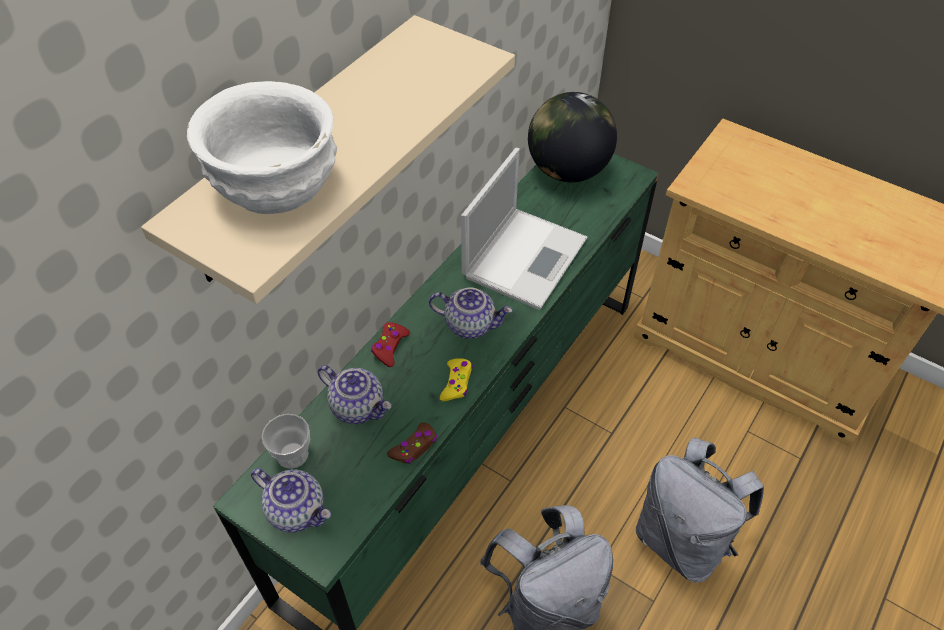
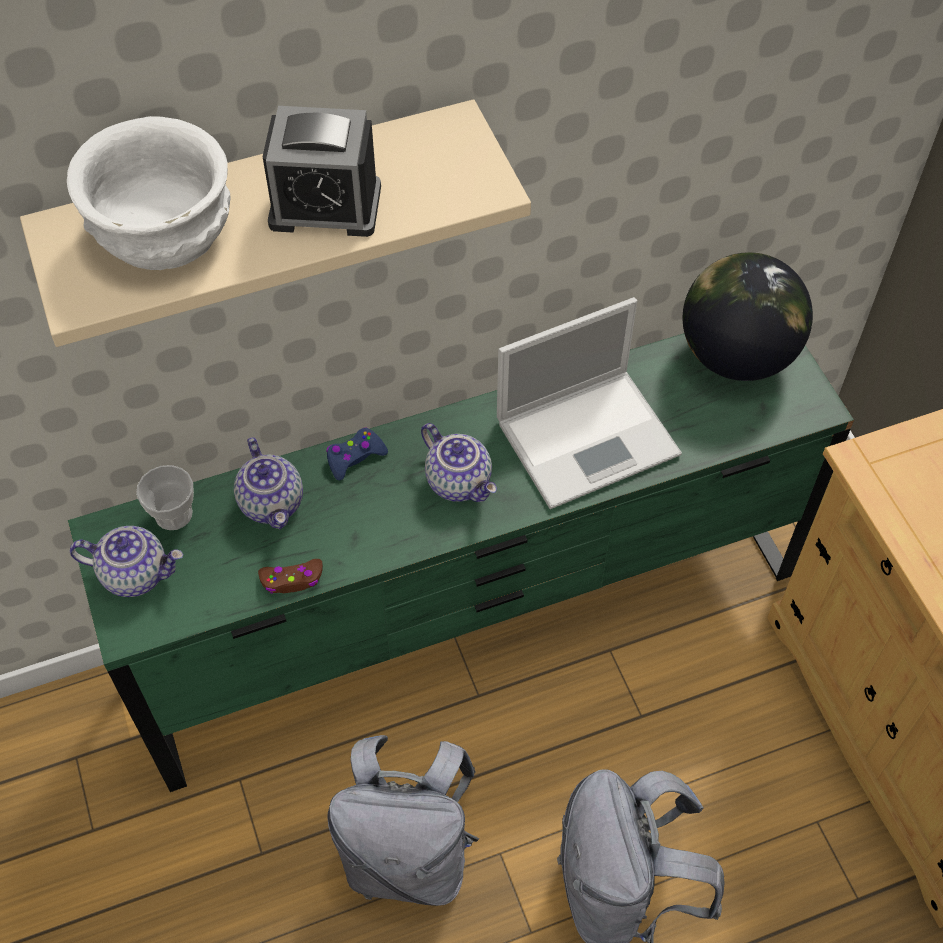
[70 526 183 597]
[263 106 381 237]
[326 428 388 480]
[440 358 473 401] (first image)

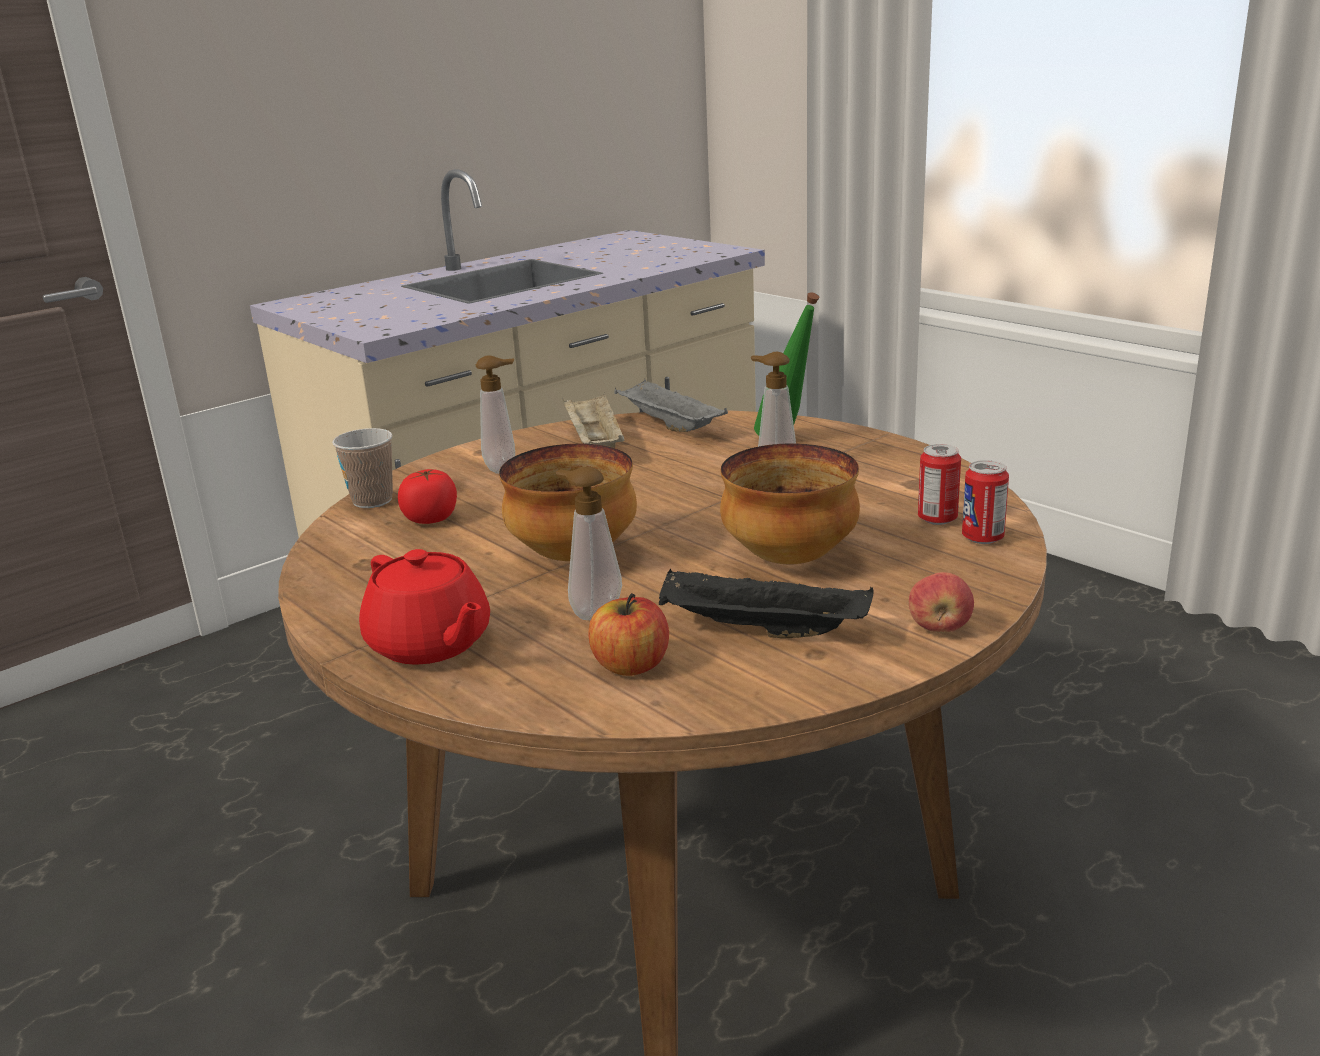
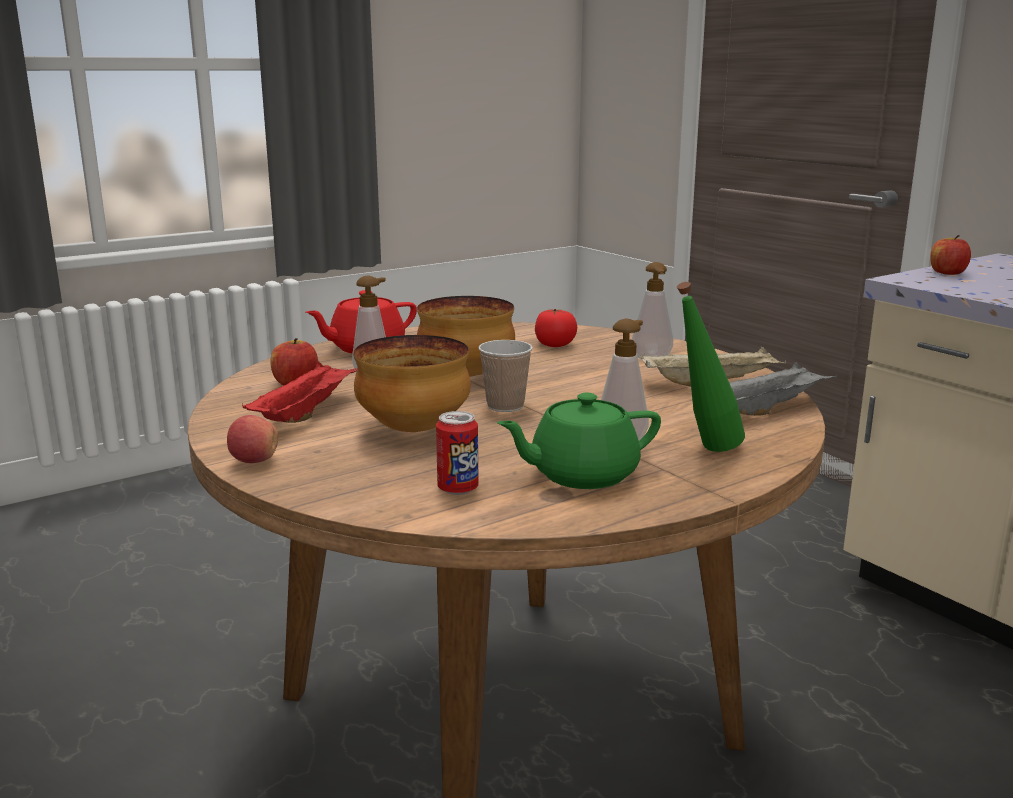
[242 361 358 423]
[478 340 533 412]
[497 393 661 489]
[930 235 971 275]
[962 460 1009 544] (first image)

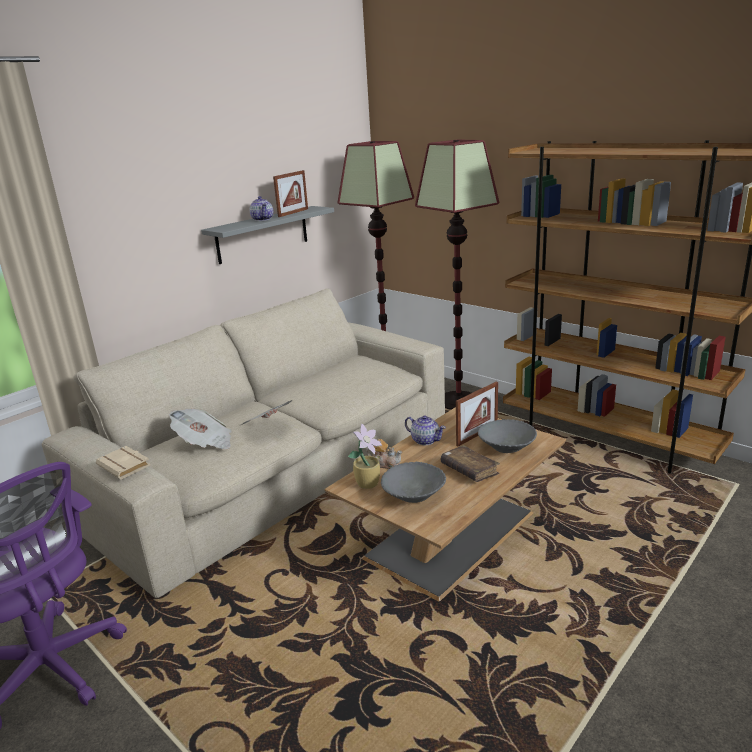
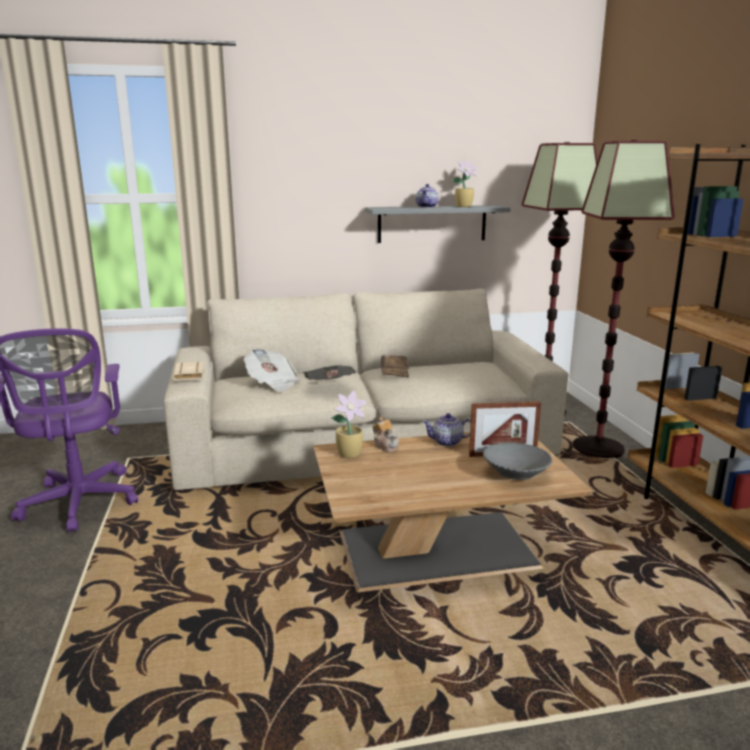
[381 355 410 378]
[422 413 471 446]
[452 160 477 207]
[381 462 446 503] (first image)

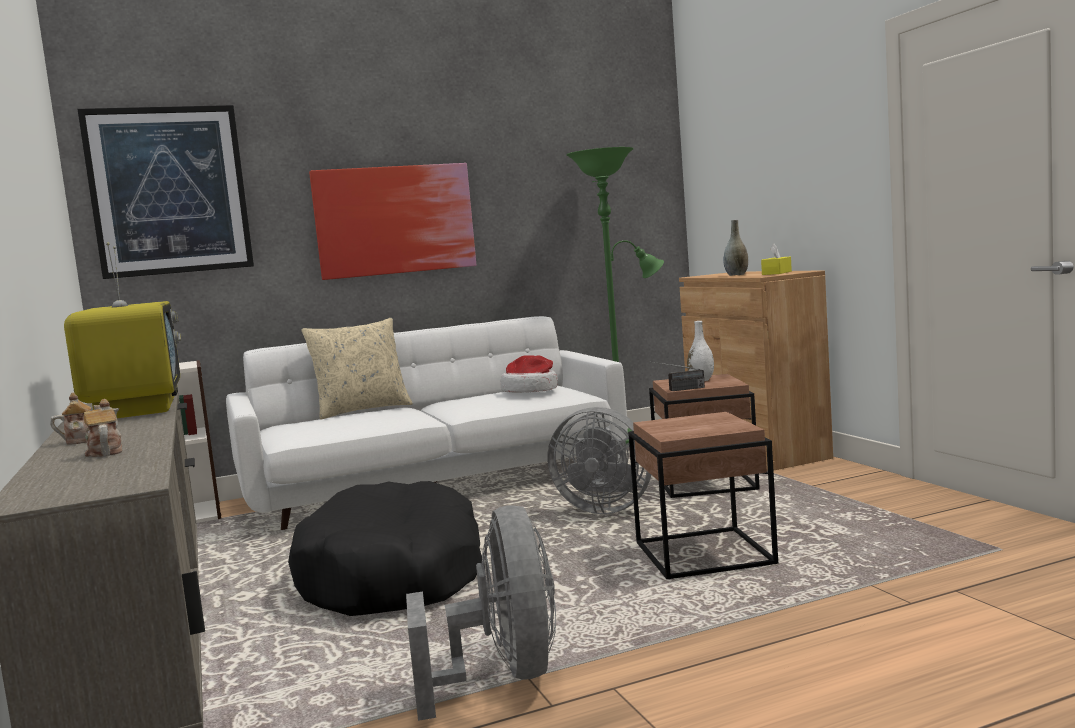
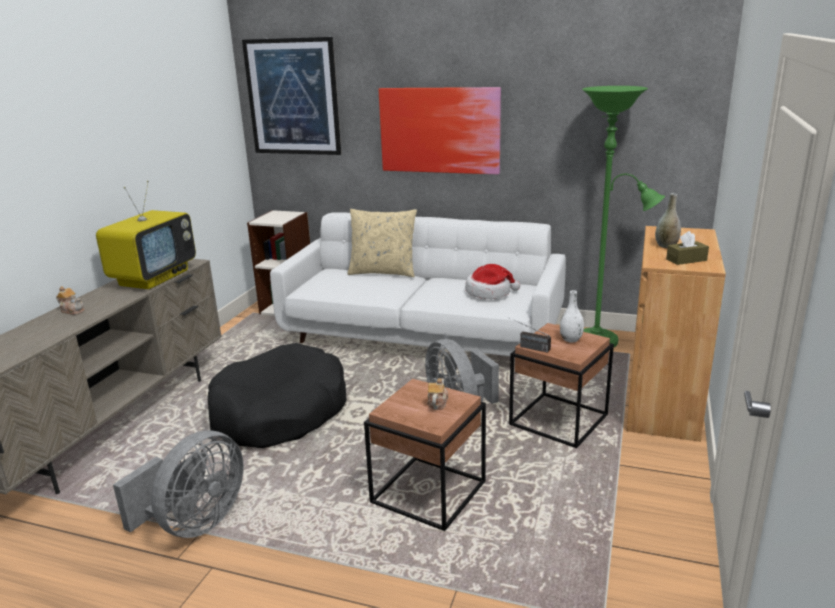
[427 378 448 410]
[666 231 709 265]

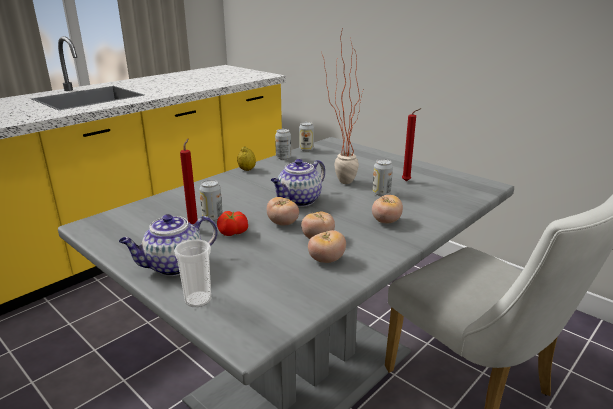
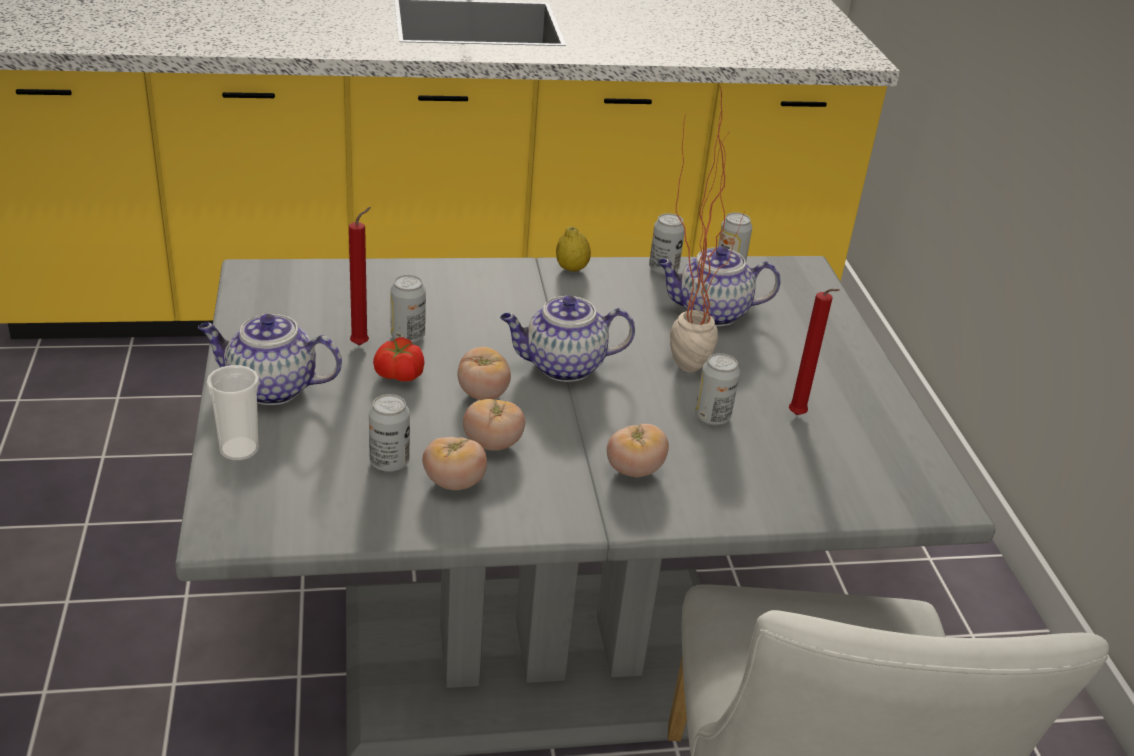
[369 394 410 472]
[657 246 781 326]

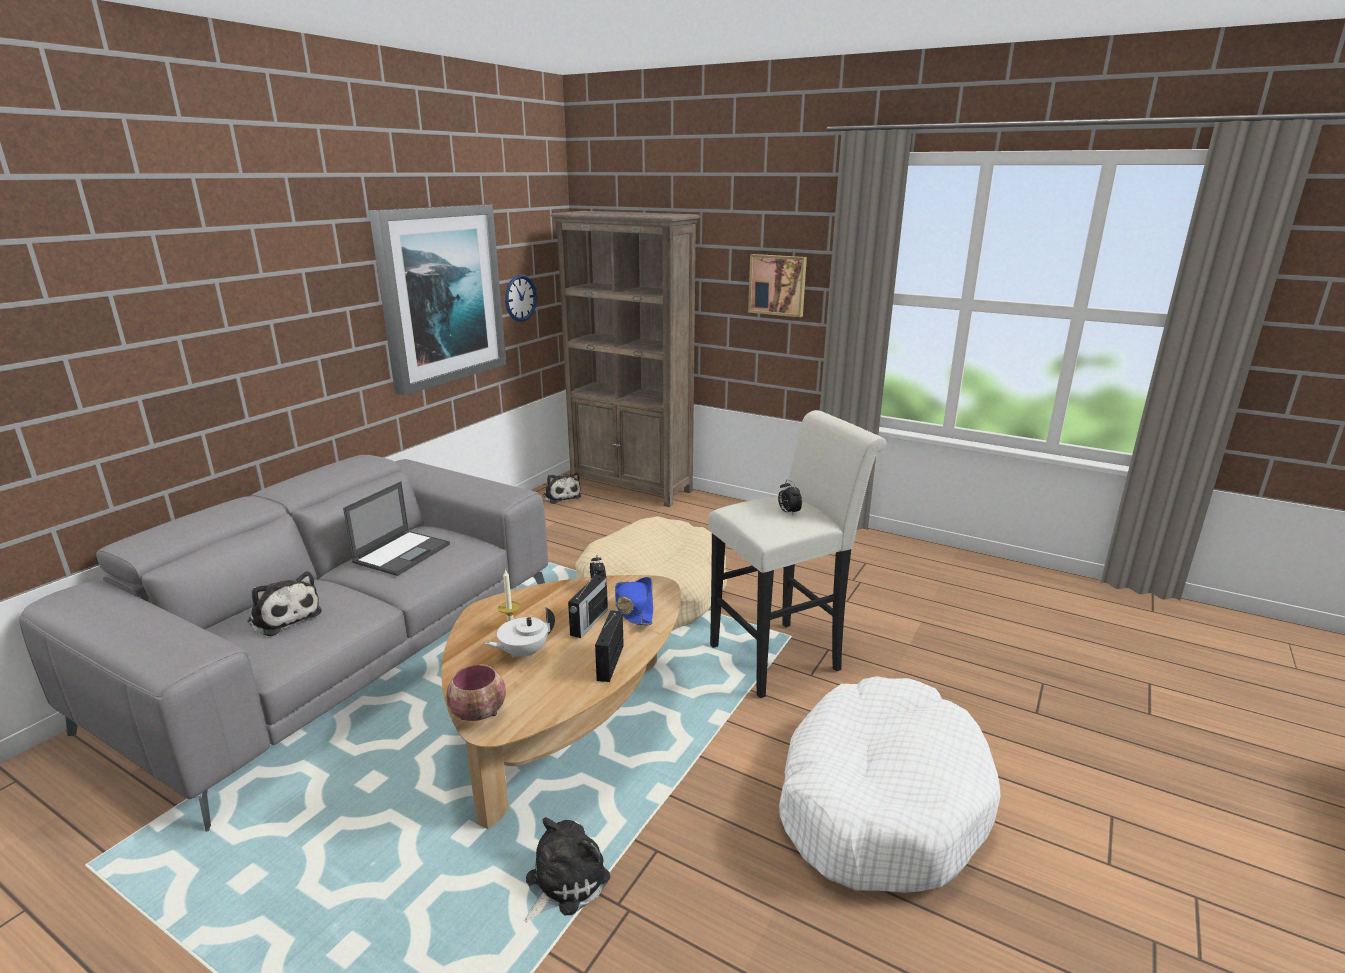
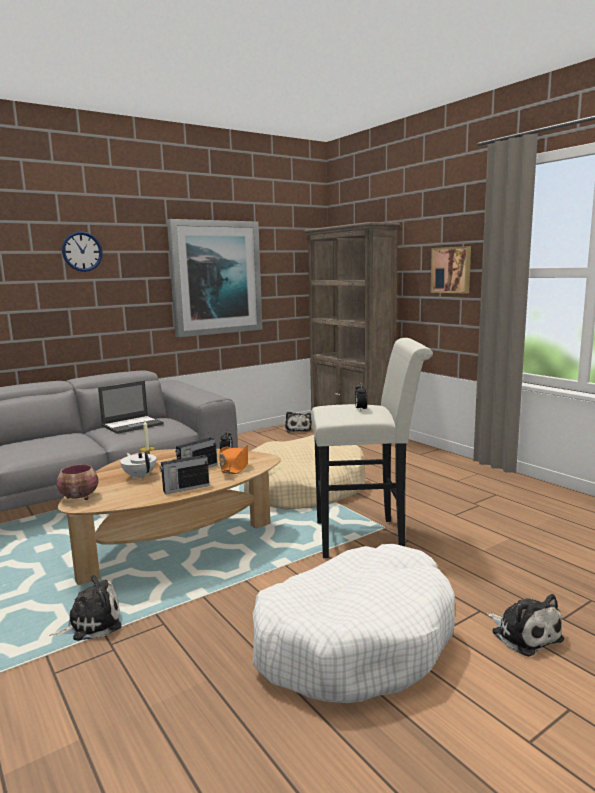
[62 231 103 272]
[120 452 156 479]
[160 449 209 494]
[219 445 248 474]
[487 594 564 657]

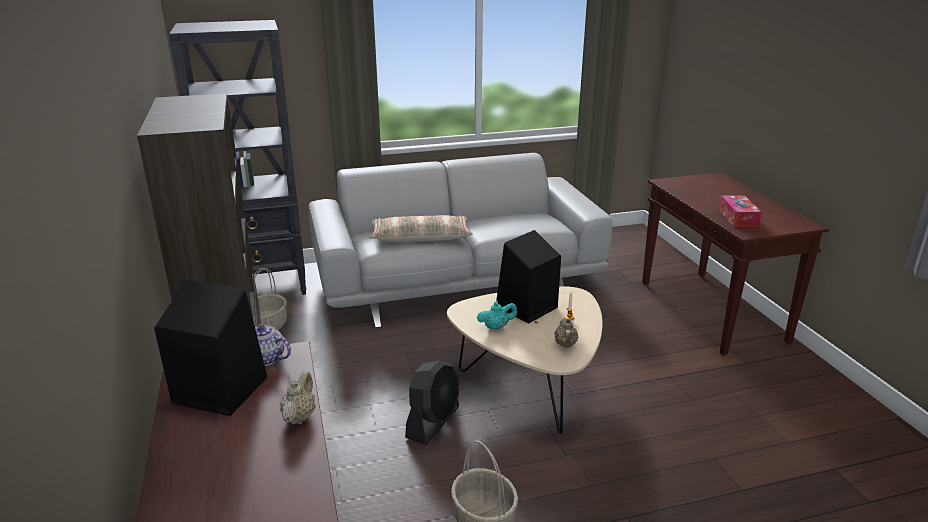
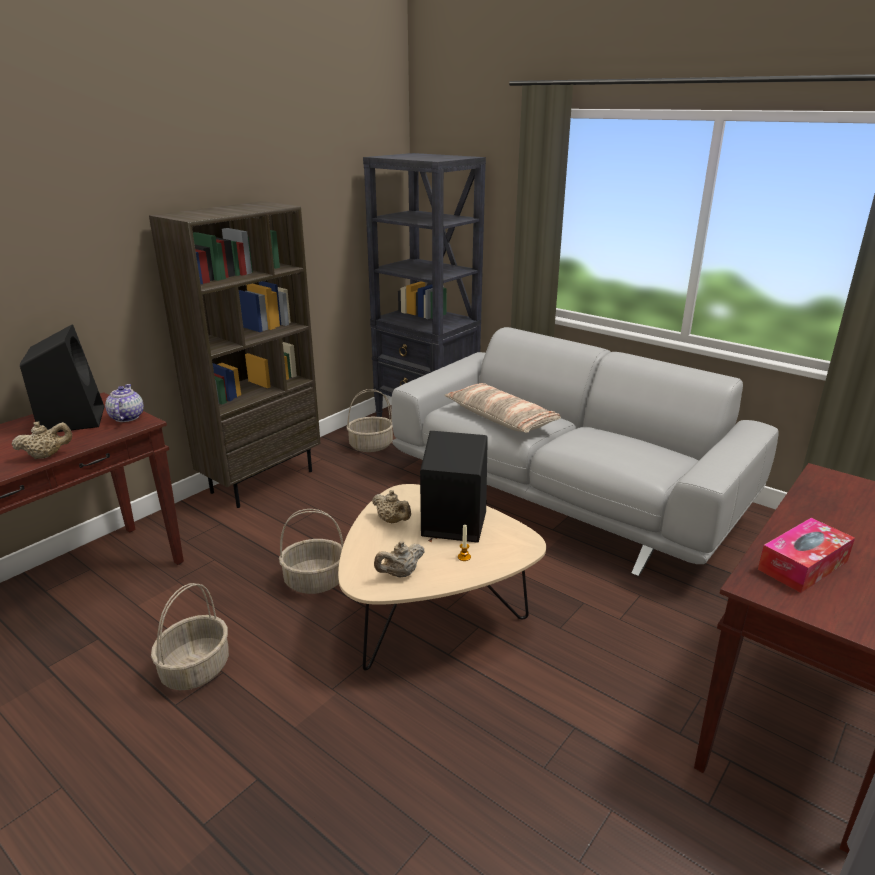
[279 509 343 594]
[372 490 411 523]

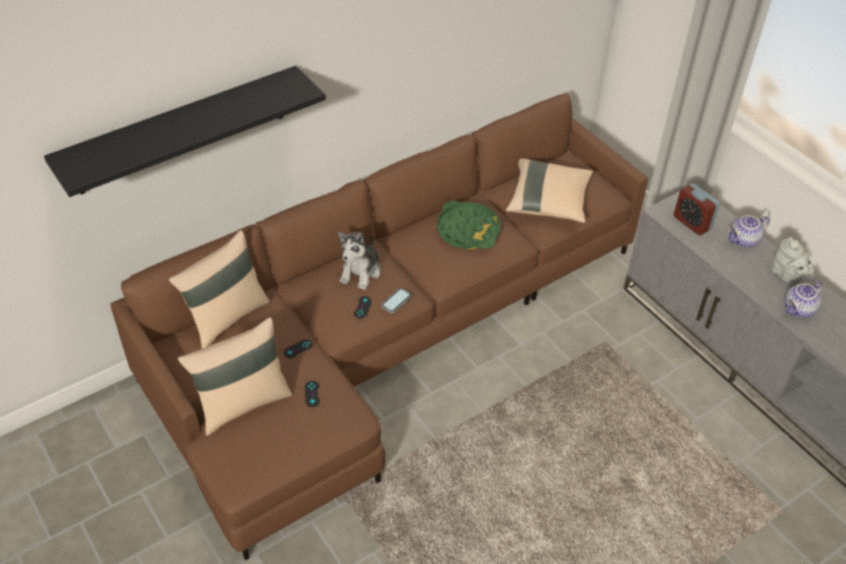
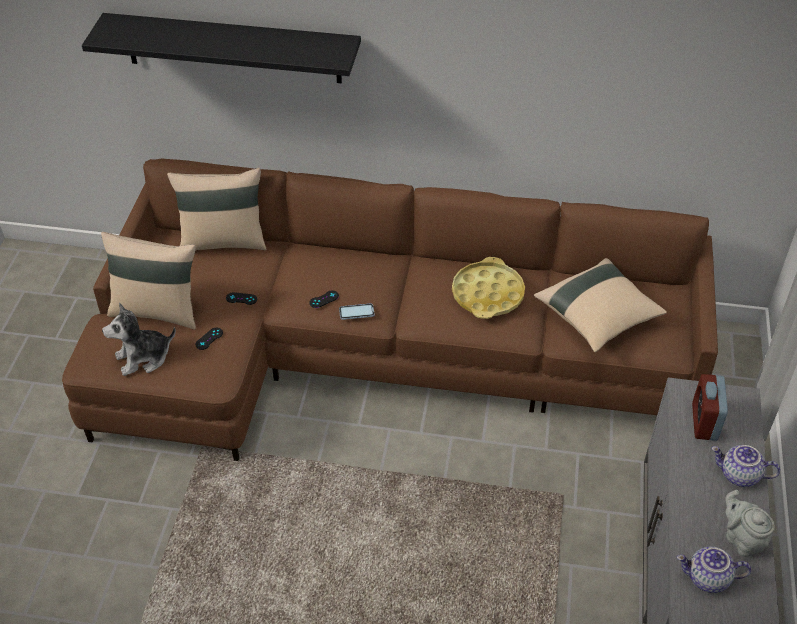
[102 303 176 376]
[452 257 525 319]
[725 490 775 557]

